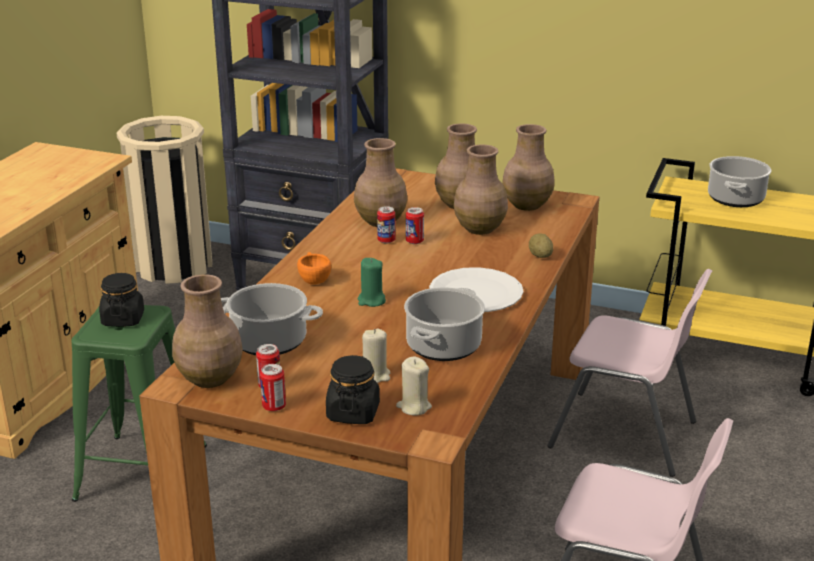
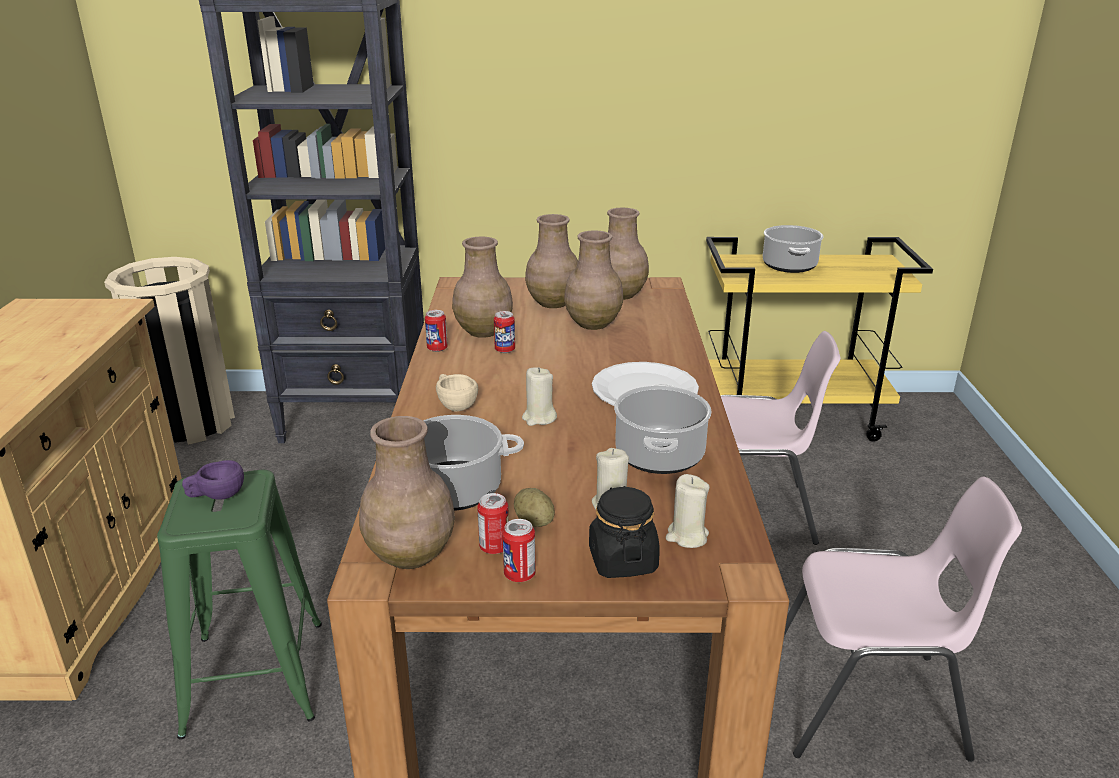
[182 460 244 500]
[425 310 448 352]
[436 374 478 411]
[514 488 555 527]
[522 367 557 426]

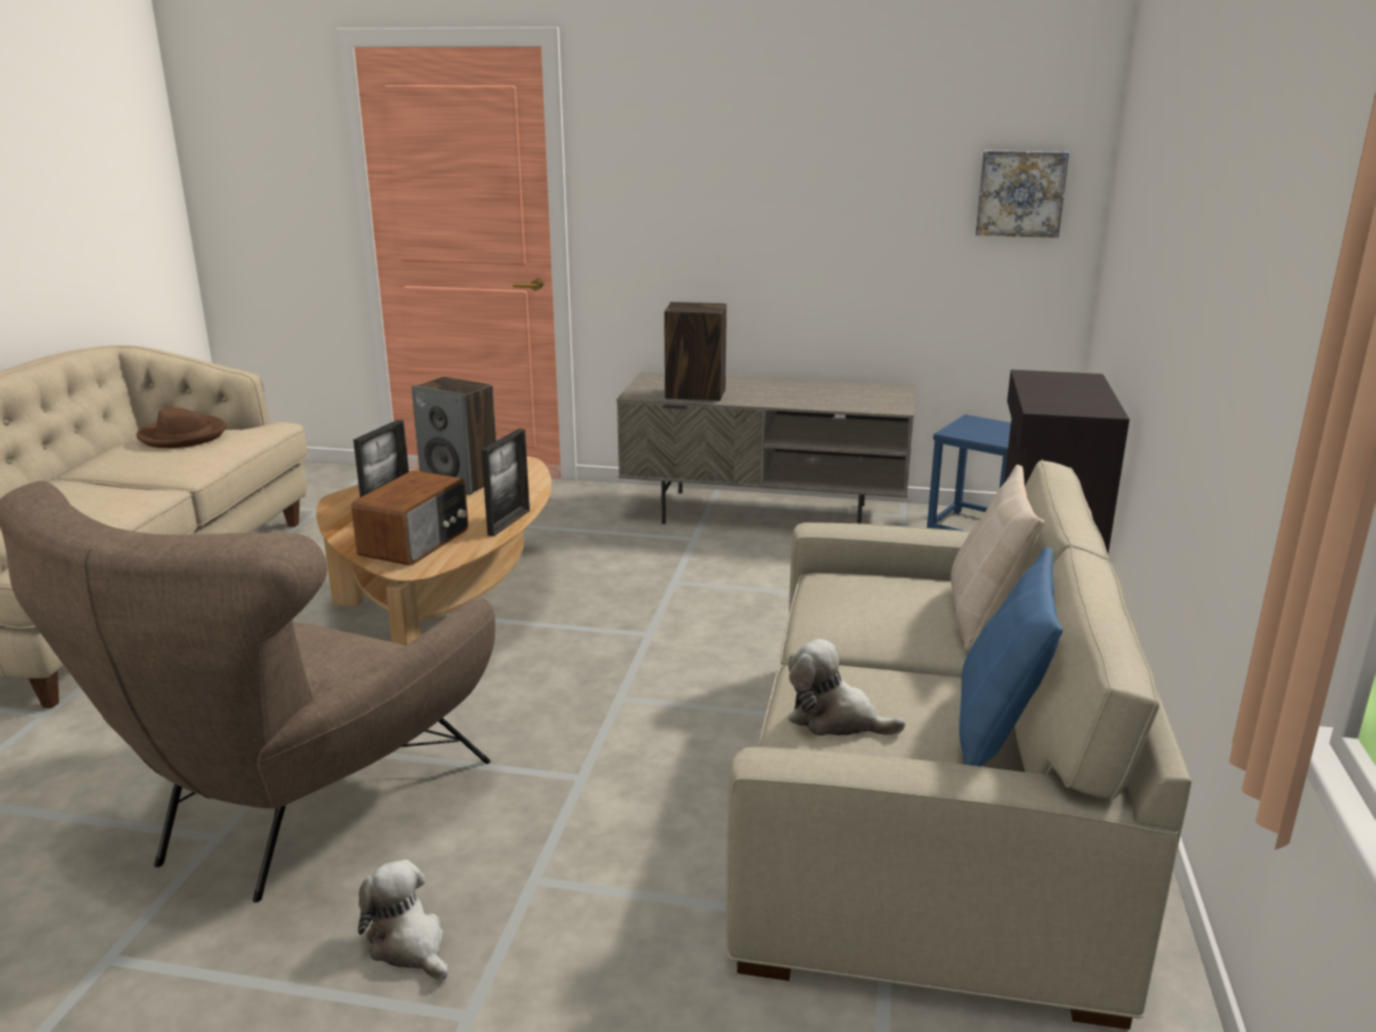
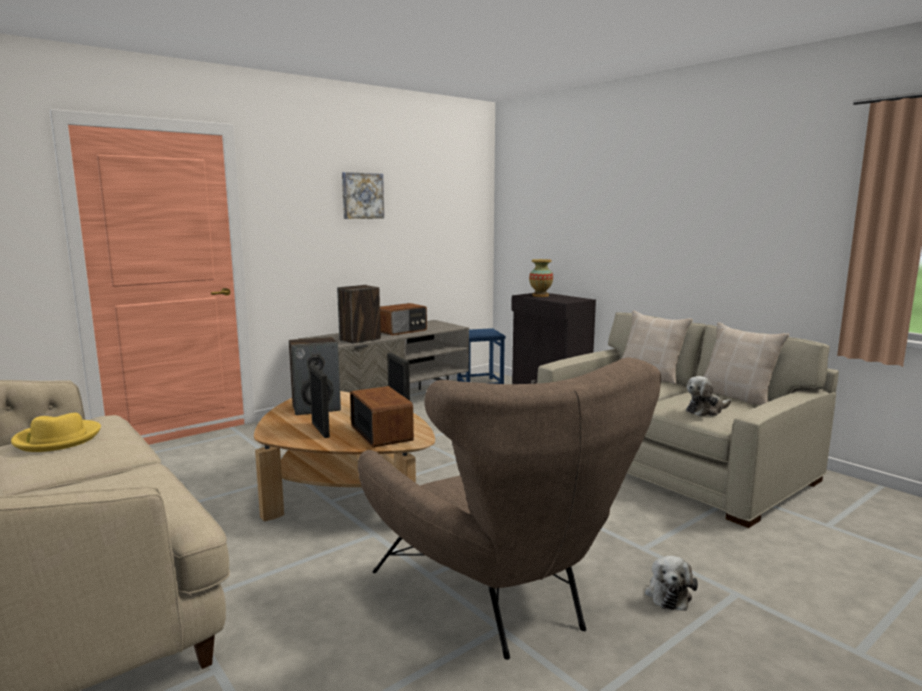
[11 413 101 452]
[342 172 384 219]
[380 303 427 336]
[529 259 553 297]
[645 556 698 611]
[704 322 789 405]

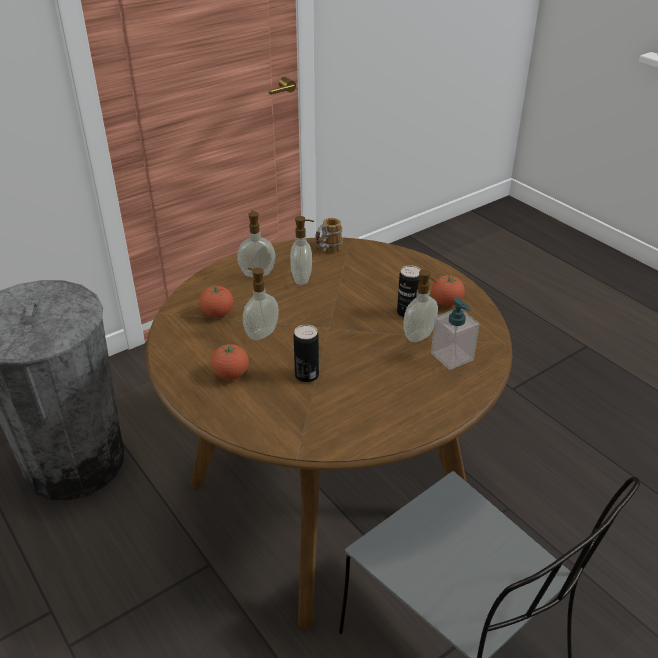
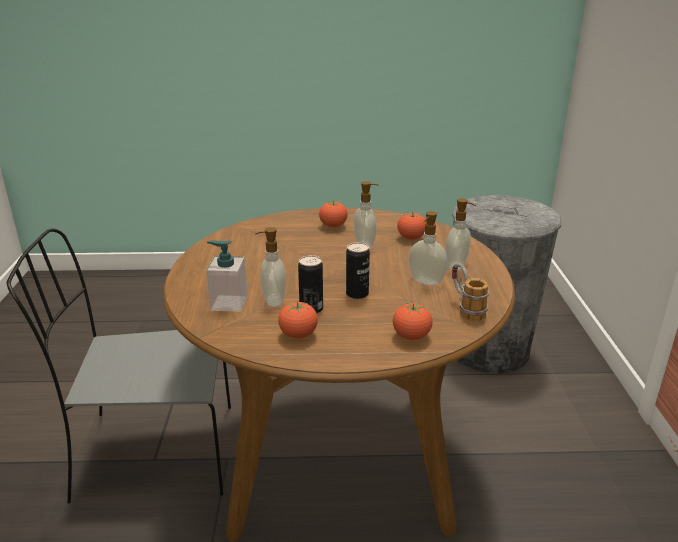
[346 242 370 299]
[393 303 433 340]

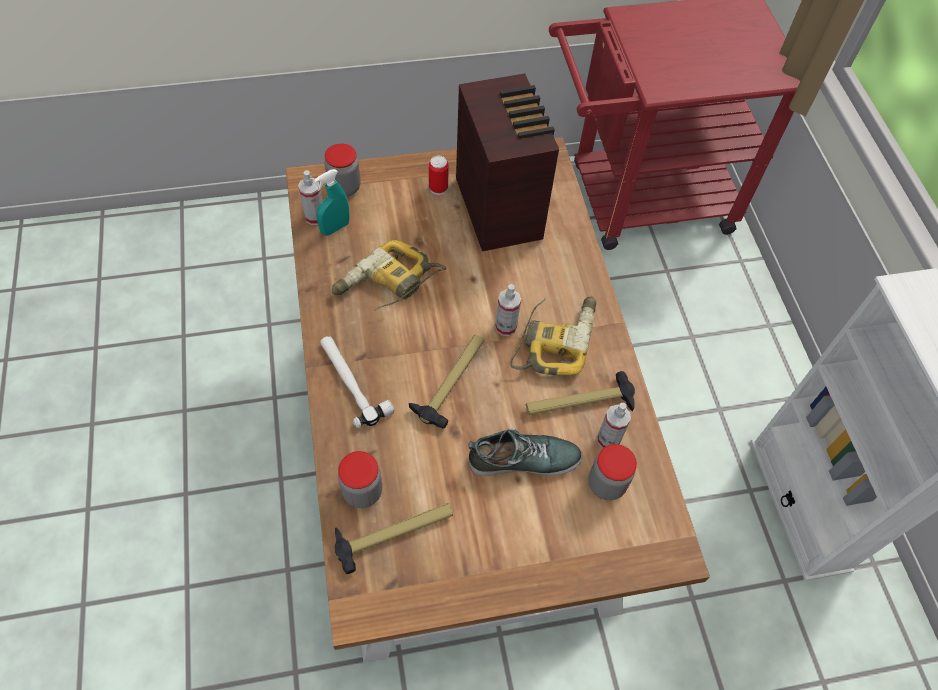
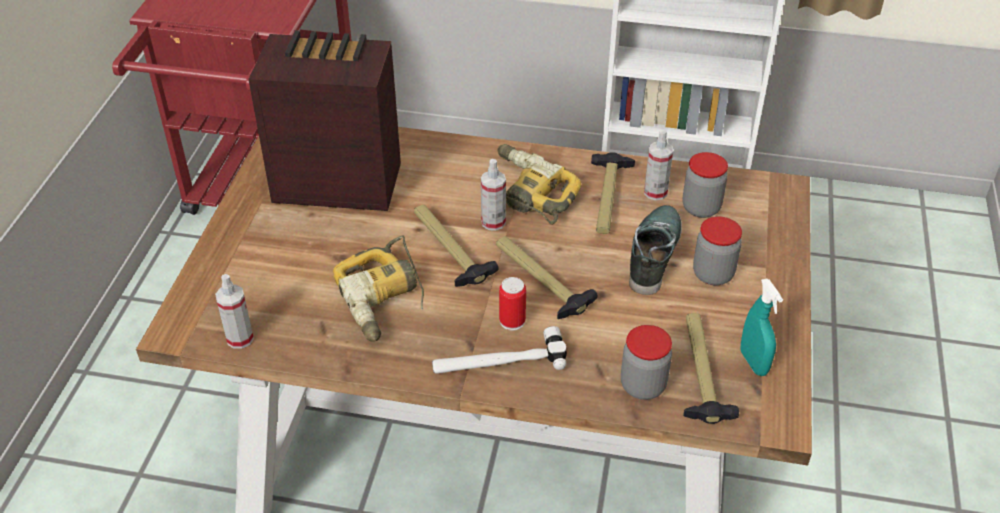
[414 205 499 287]
[499 277 526 330]
[693 217 742 285]
[741 278 783 376]

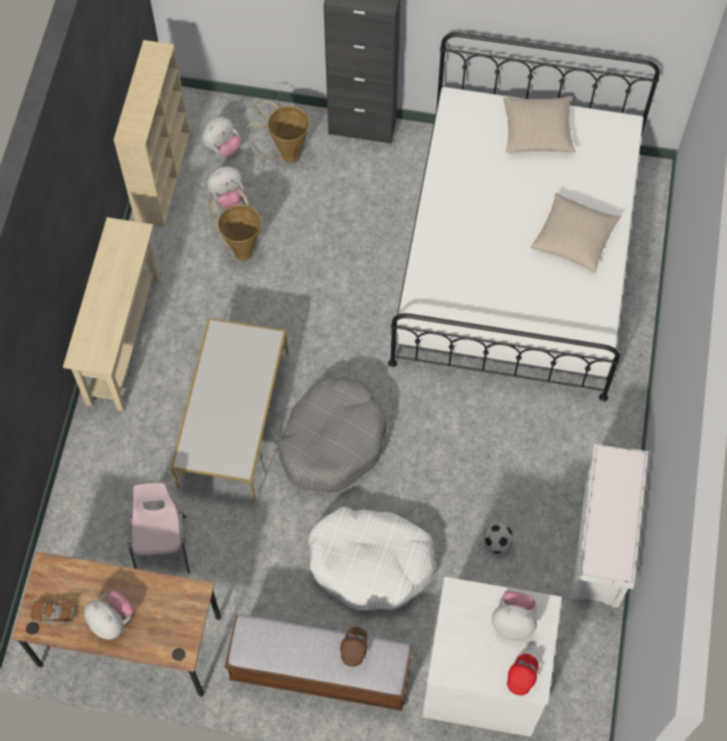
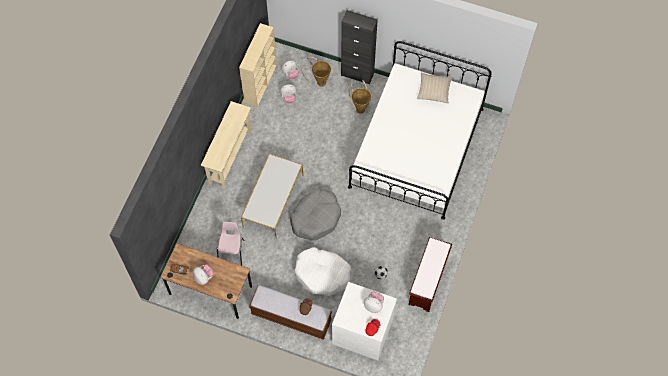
[349 80 371 114]
[408 237 452 312]
[531 193 621 273] (first image)

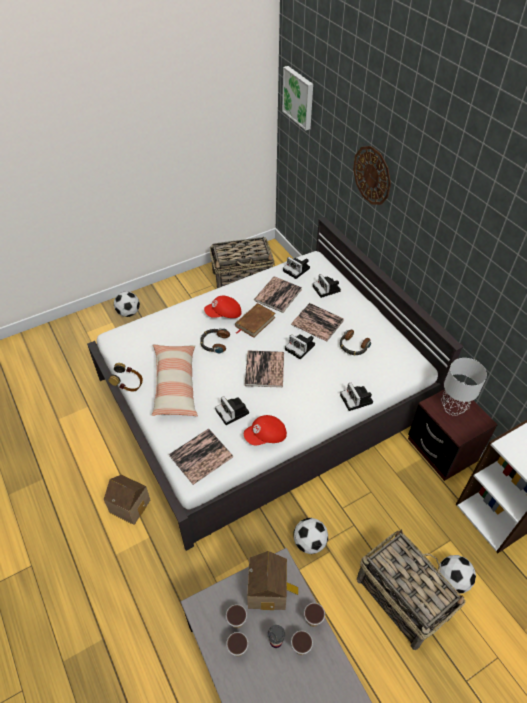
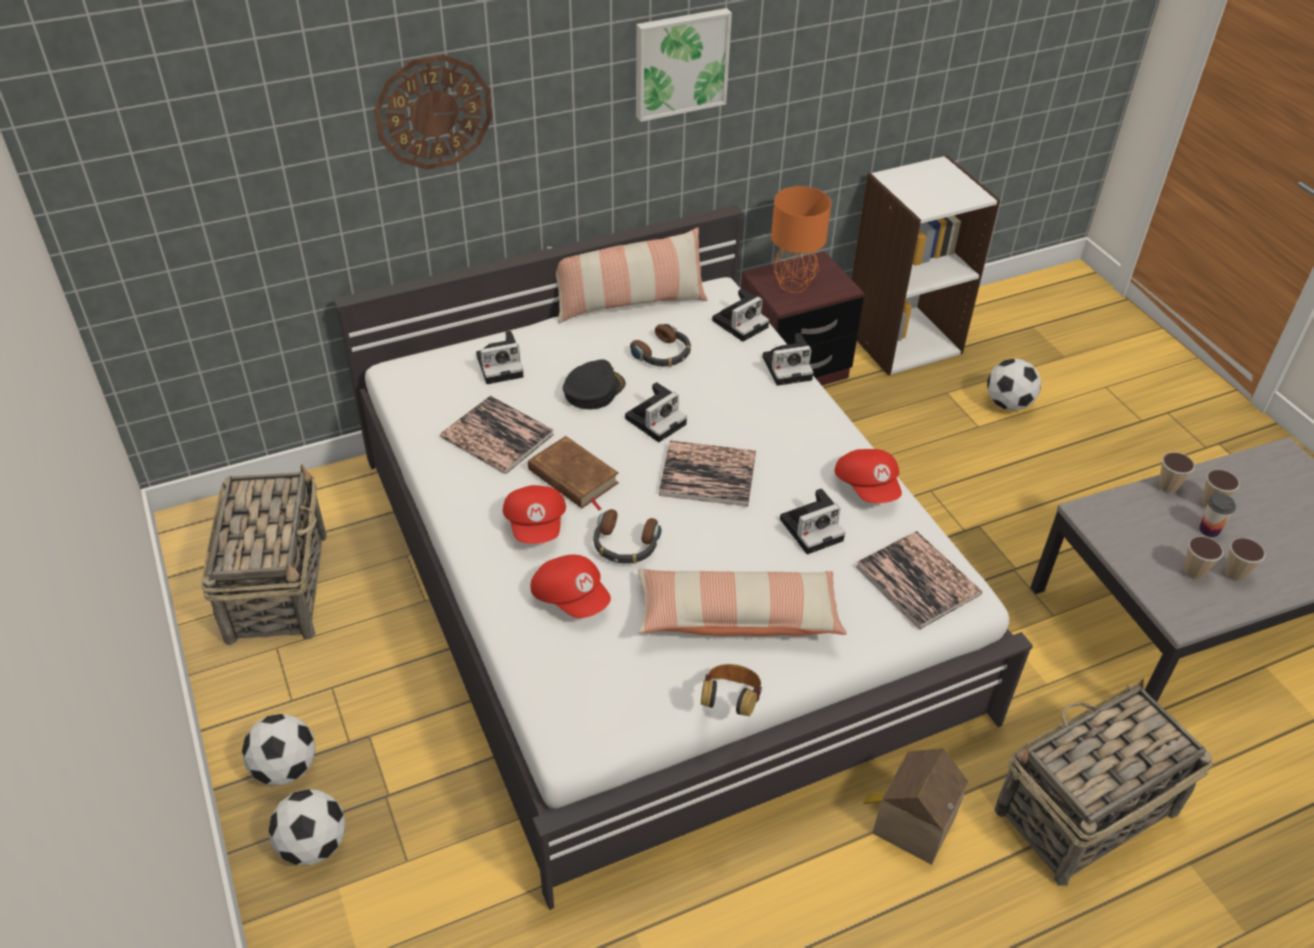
[242 714 316 786]
[531 554 611 618]
[547 227 707 324]
[563 359 626 409]
[636 8 732 122]
[712 288 769 342]
[771 186 831 293]
[994 679 1213 886]
[247 551 298 610] (first image)

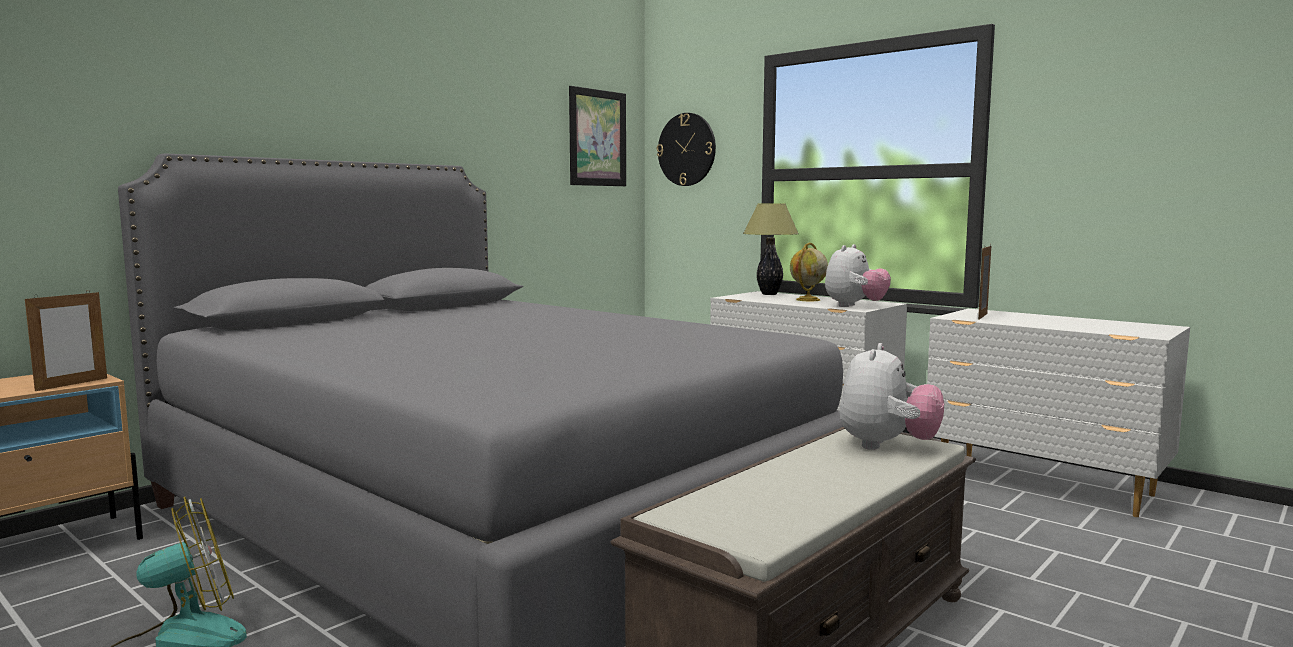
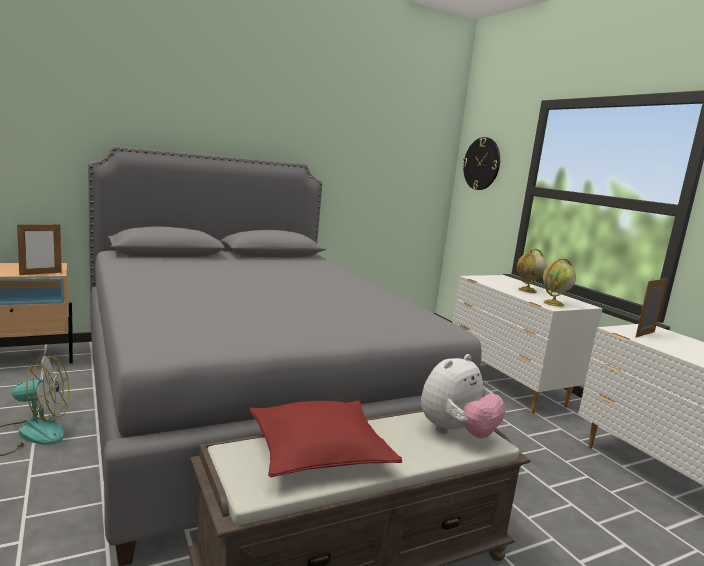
[250 401 402 477]
[543 258 576 307]
[569 86 626 186] (first image)
[743 203 799 295] (first image)

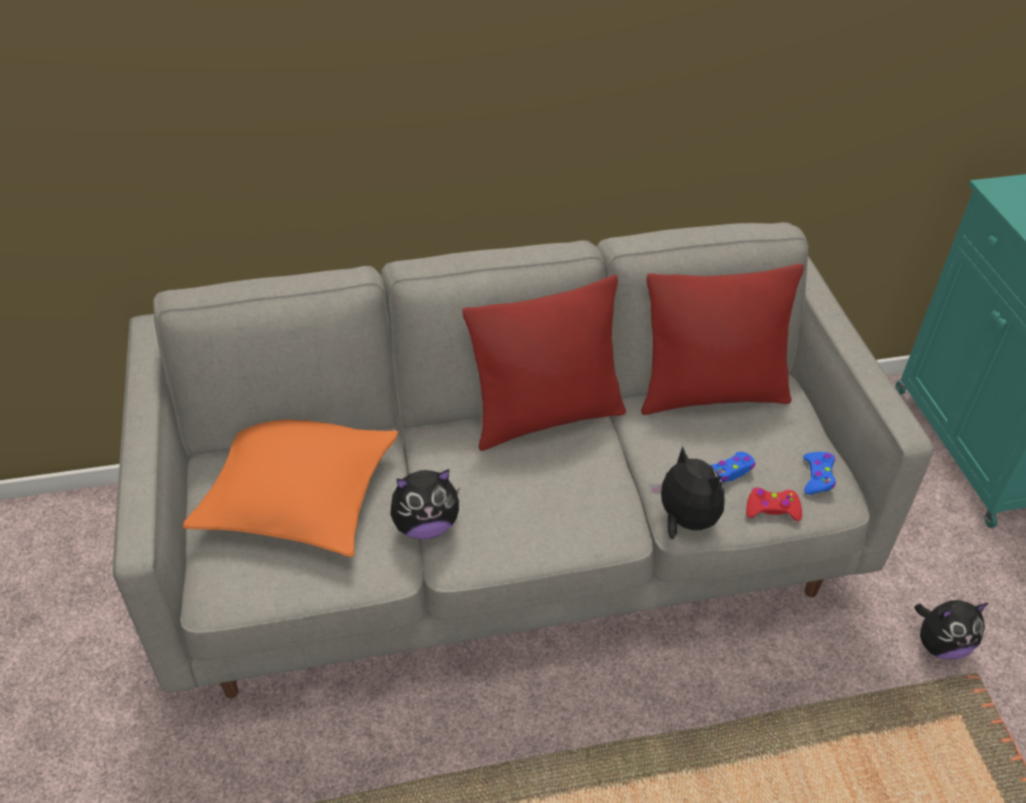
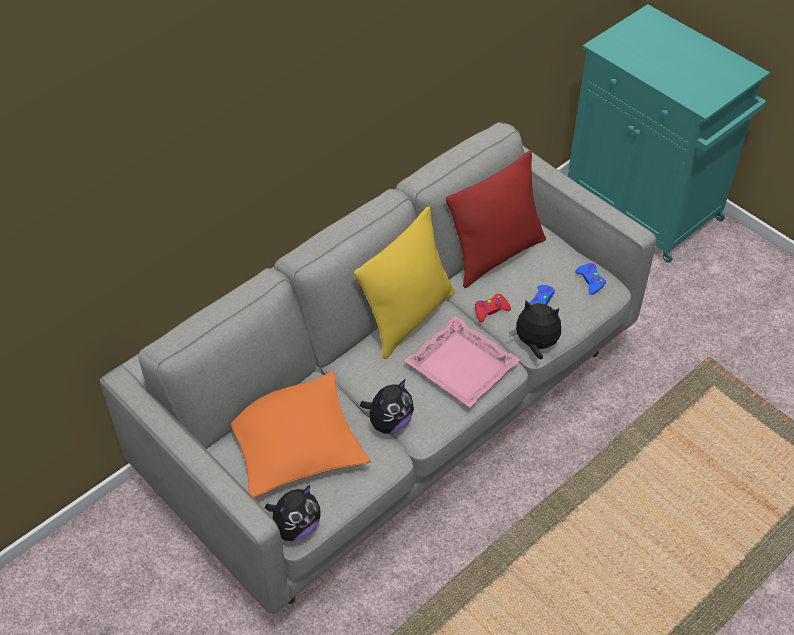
[265 485 321 541]
[354 206 455 359]
[404 316 520 407]
[475 294 511 322]

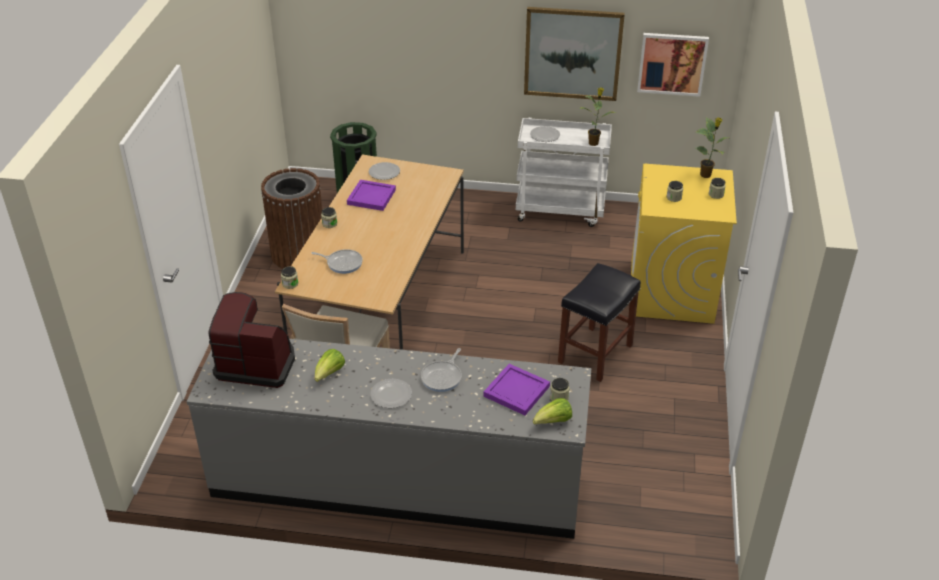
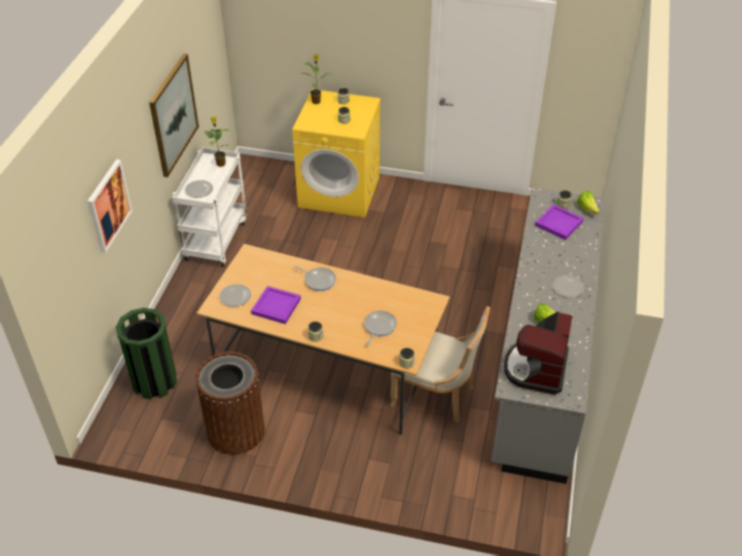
[87 159 133 253]
[294 266 336 291]
[558 263 641 382] (first image)

